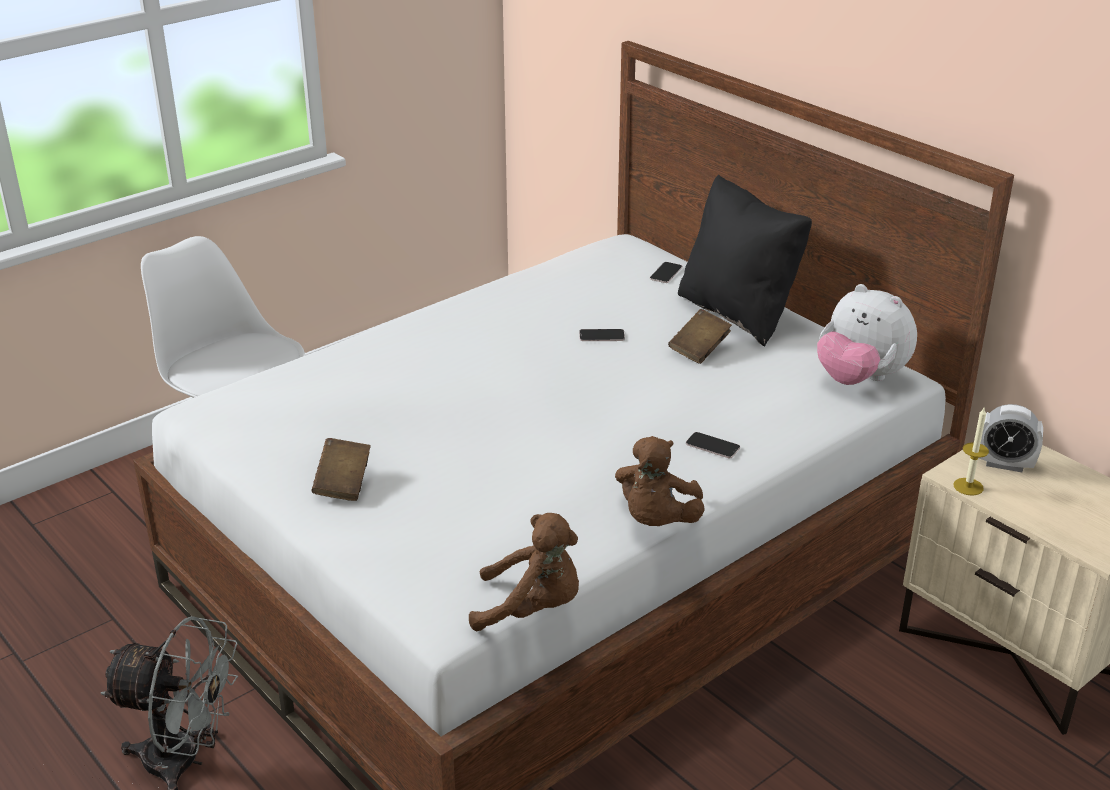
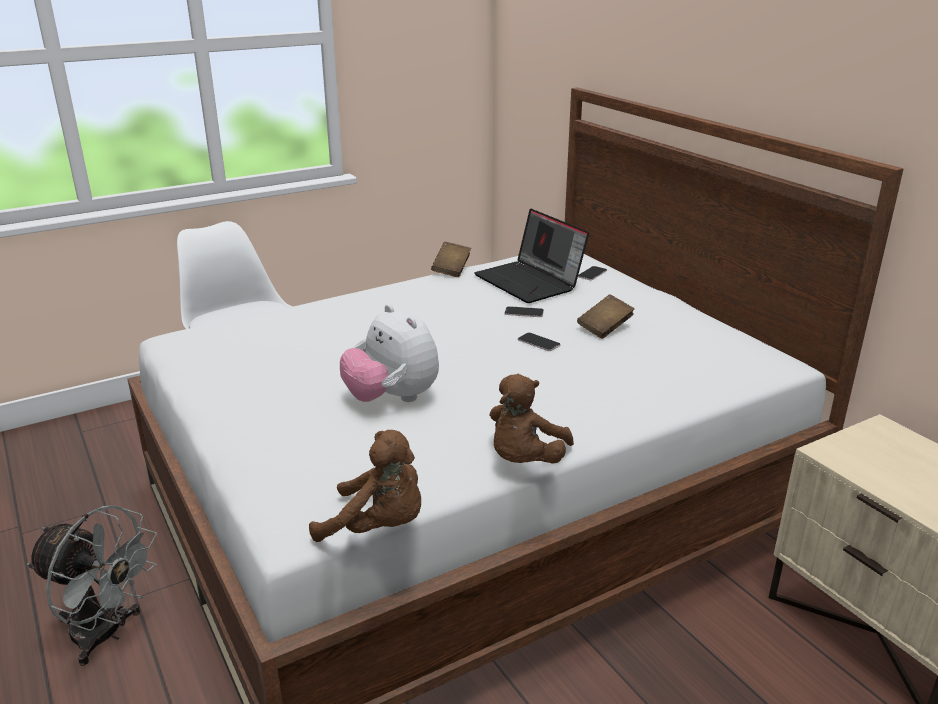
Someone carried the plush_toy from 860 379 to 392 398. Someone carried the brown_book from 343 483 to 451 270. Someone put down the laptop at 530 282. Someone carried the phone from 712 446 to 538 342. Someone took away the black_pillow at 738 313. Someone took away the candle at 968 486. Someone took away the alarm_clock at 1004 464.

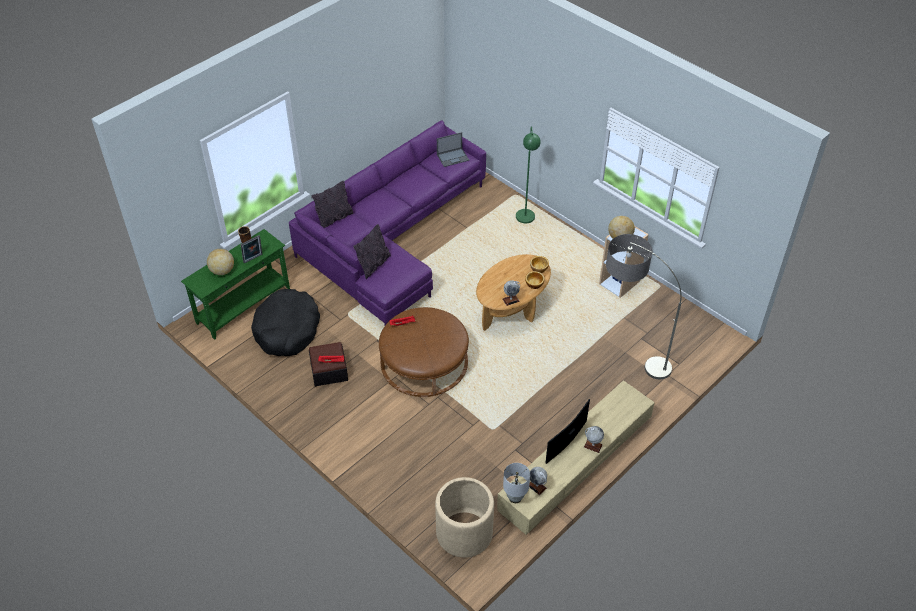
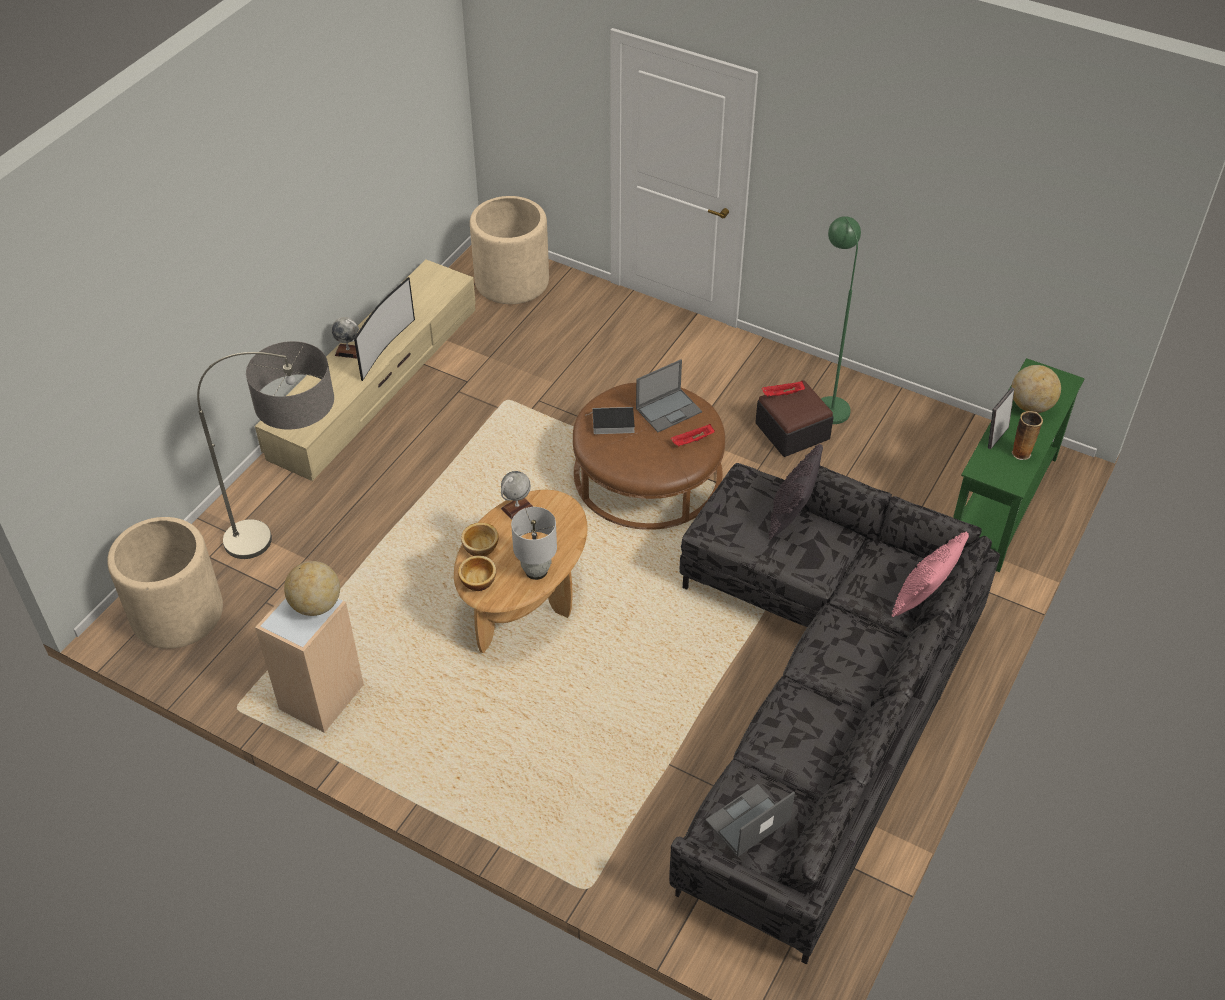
Someone put down the beige_planter at 177 613. Someone carried the white_table_lamp from 515 497 to 536 571. Someone put down the book at 611 423. Someone put down the laptop at 669 410. Someone repainted the purple_sofa at 390 238, which became the grey_sofa at 819 701. Someone carried the green_floor_lamp from 525 221 to 827 404. Someone repainted the black_pillow at 334 218, which became the pink_pillow at 922 598. Someone took away the black_dog_bed at 287 330. Someone took away the globe at 537 486.

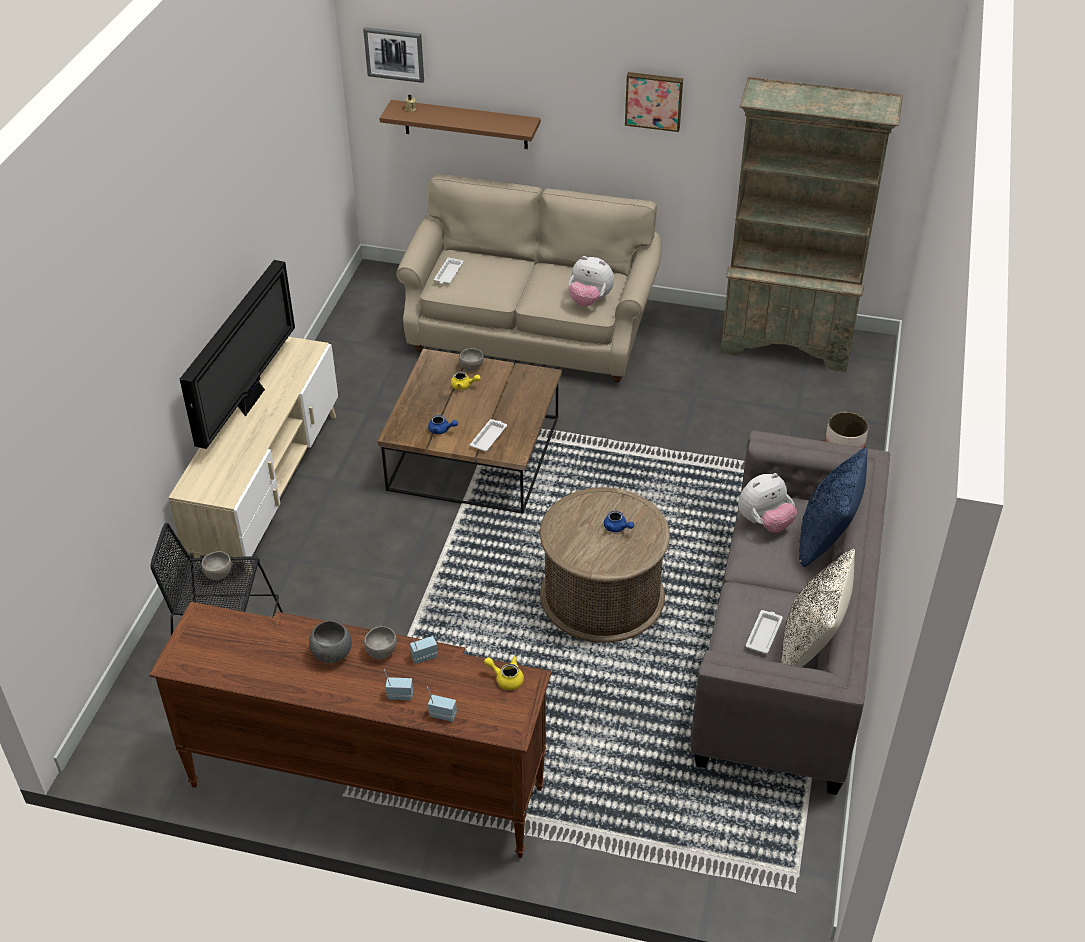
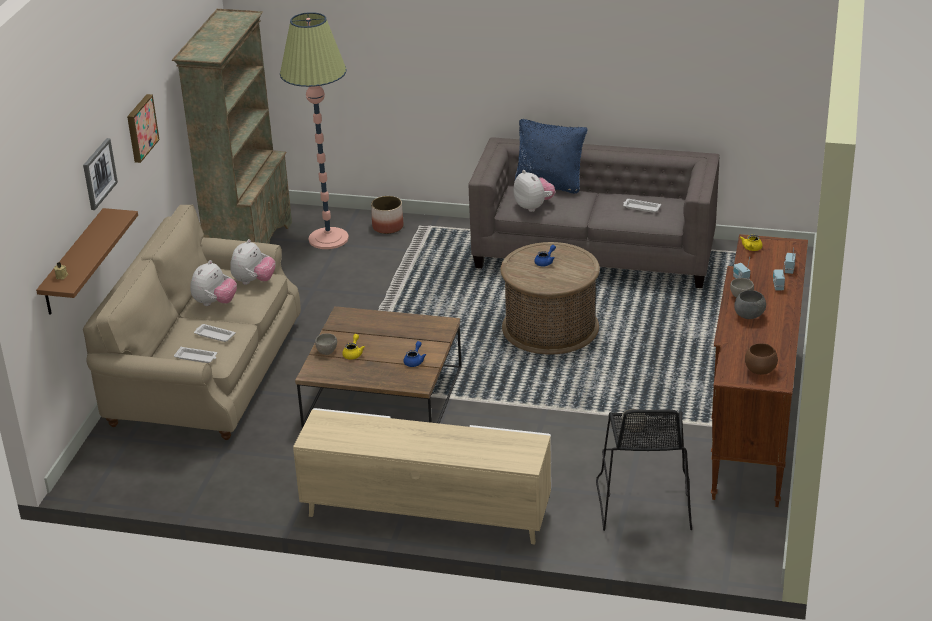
Someone carried the picture from 394 54 to 98 173. Someone put down the plush_toy at 215 303. Someone carried the white_tray from 489 437 to 214 335. Someone put down the floor_lamp at 328 239. Someone put down the brown_bowl at 760 370. Someone took away the television at 251 399. Someone took away the beige_pillow at 810 647.

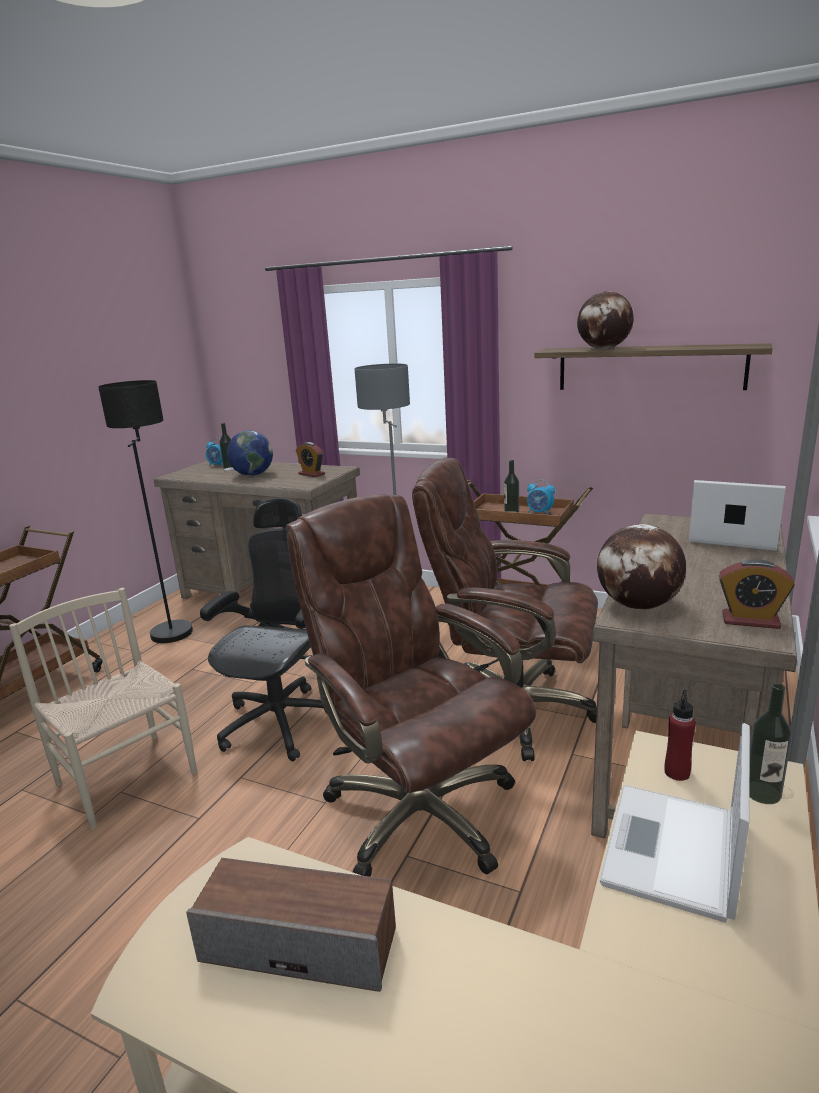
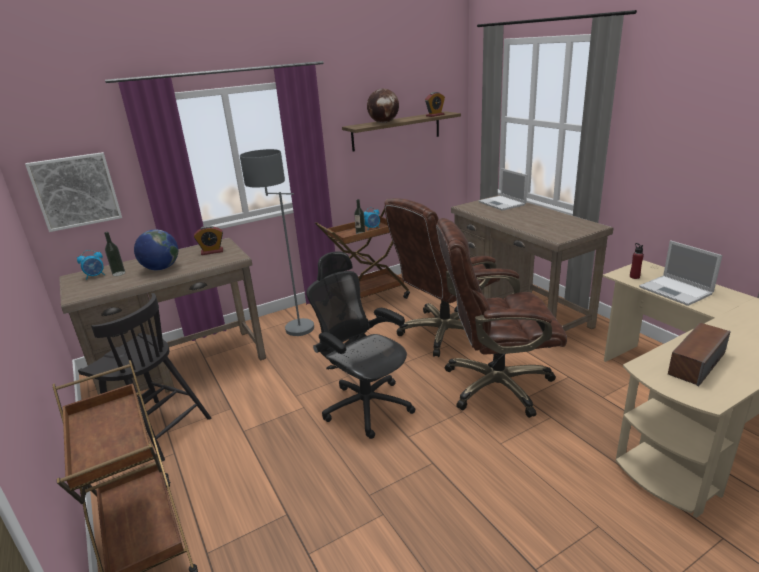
Someone put up the picture at 76 191. Someone swapped the black_floor_lamp at 174 628 for the black_chair at 157 428. Someone carried the alarm_clock from 750 620 to 435 115. Someone rotated the laptop at 731 537 by 90 degrees counterclockwise. Someone took away the beige_chair at 125 776. Someone took away the globe at 638 605. Someone took away the bottle at 762 793.

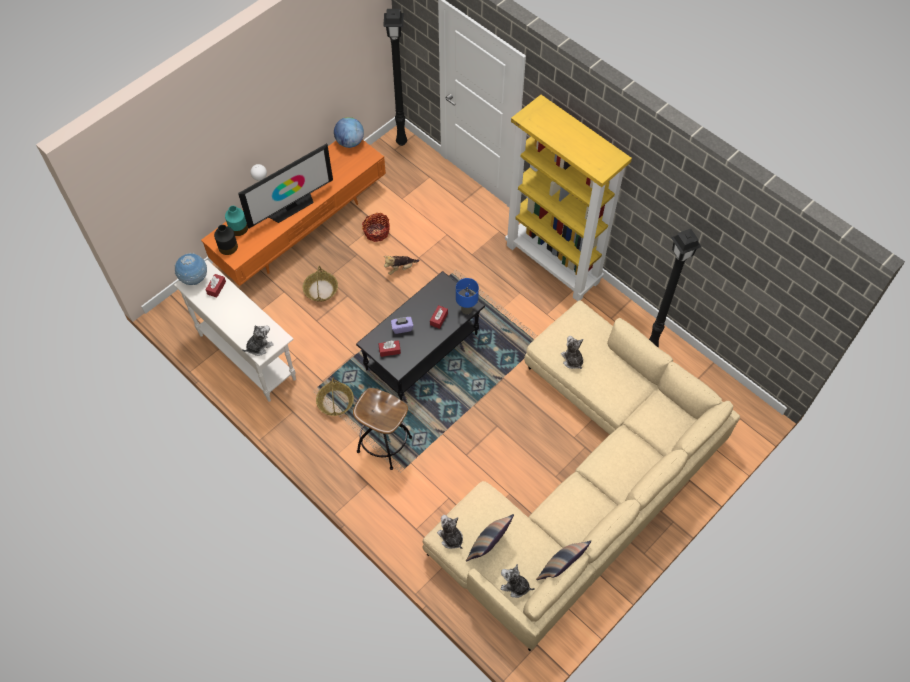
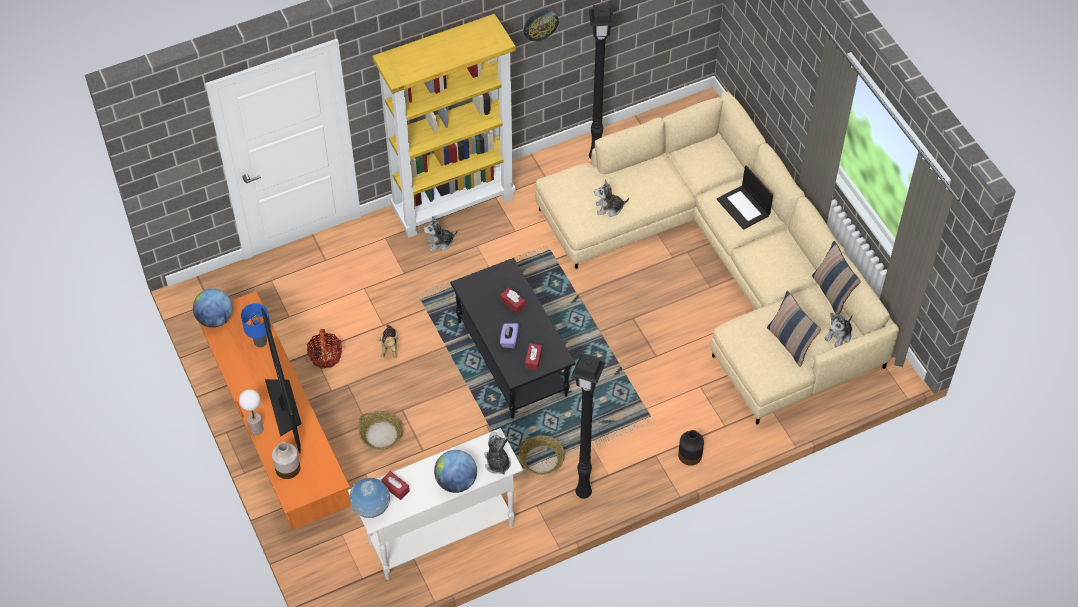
Someone carried the blue_table_lamp from 466 310 to 260 343. Someone repainted the turquoise_vase at 238 228, which became the beige_vase at 287 468. Someone carried the plush_toy from 450 537 to 440 243. Someone put down the globe at 456 481. Someone put up the wall_clock at 540 24. Someone carried the black_floor_lamp from 402 141 to 582 492. Someone carried the black_vase from 228 247 to 690 455. Someone put down the laptop at 744 207. Someone took away the brown_stool at 384 444.

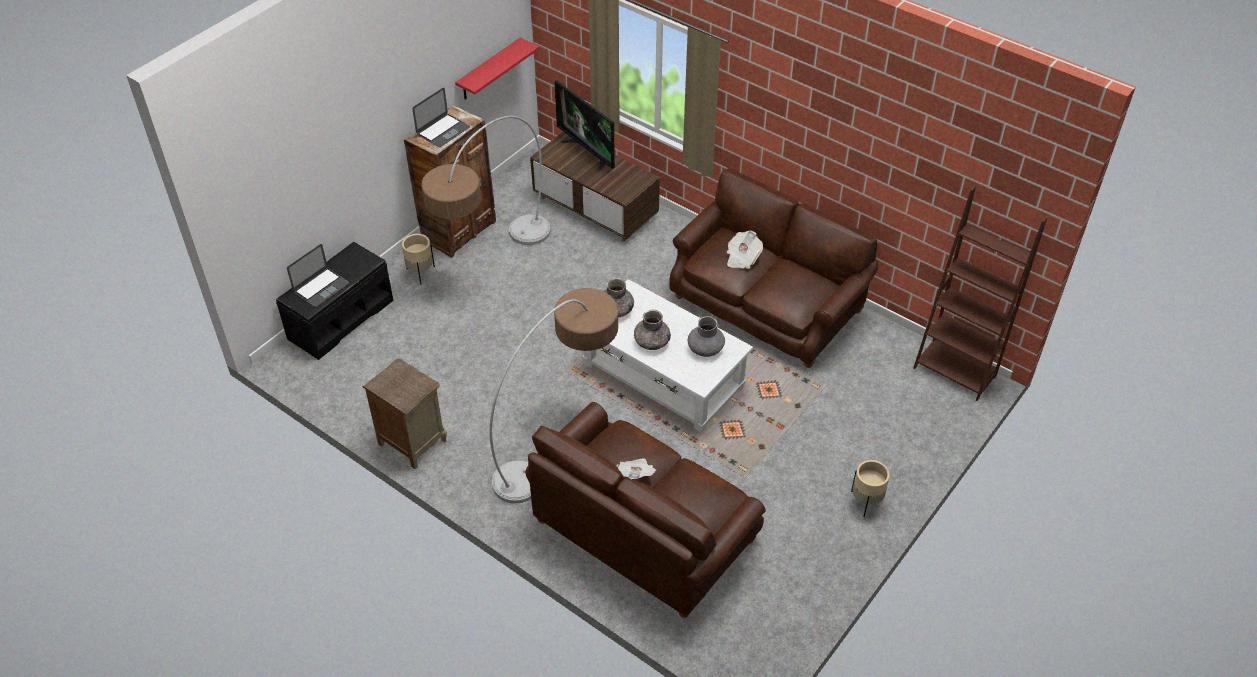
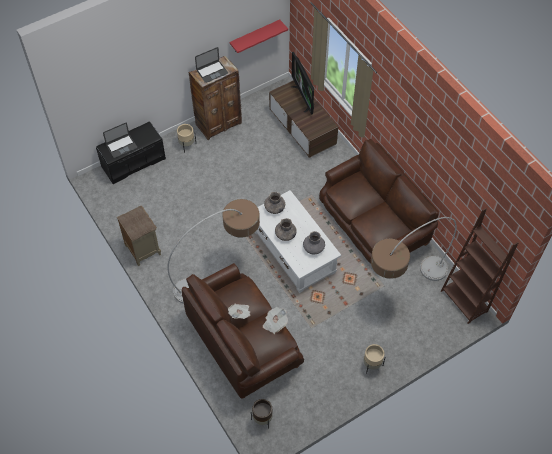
Someone put down the brown_planter at 262 419. Someone carried the newspaper from 742 258 to 274 323. Someone carried the floor_lamp from 491 262 to 403 286.

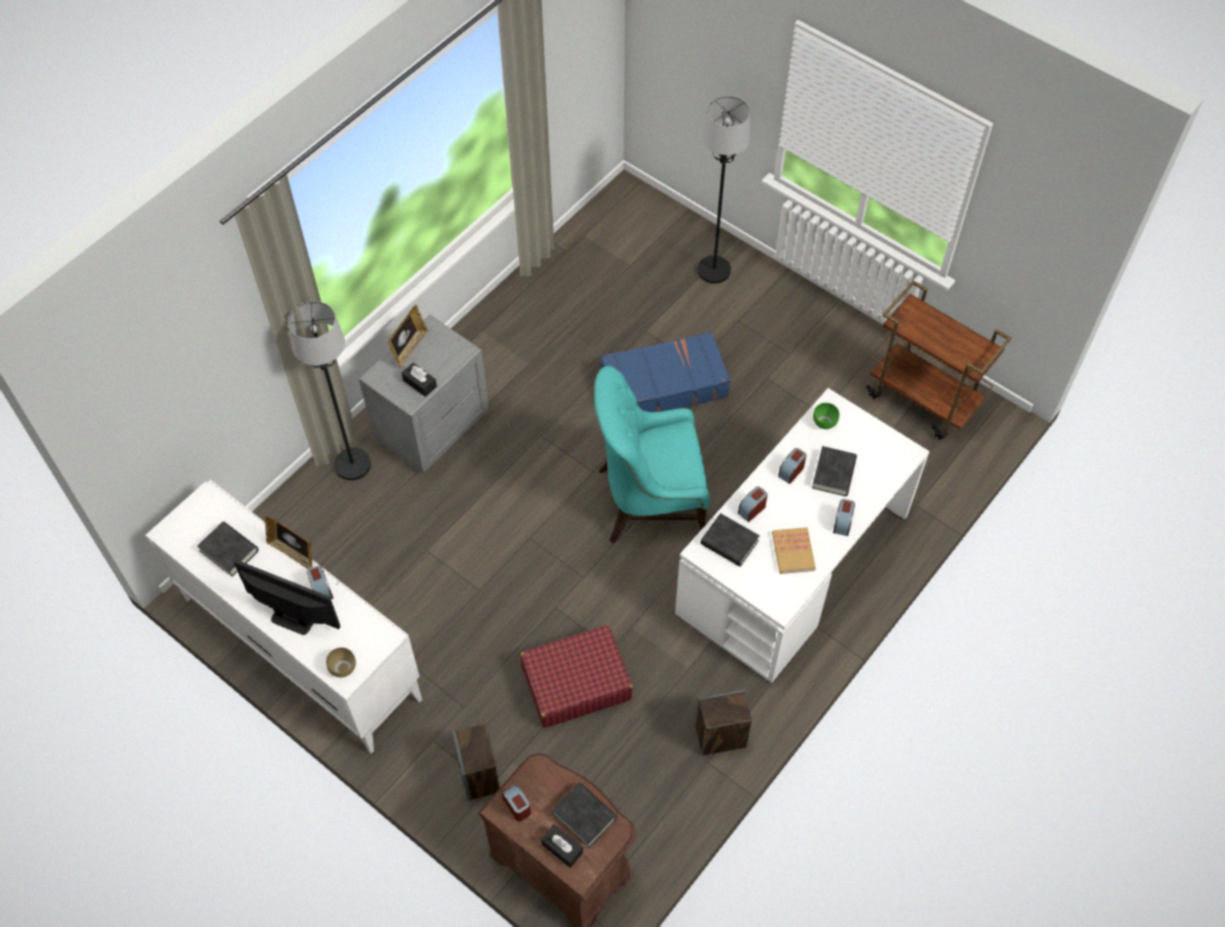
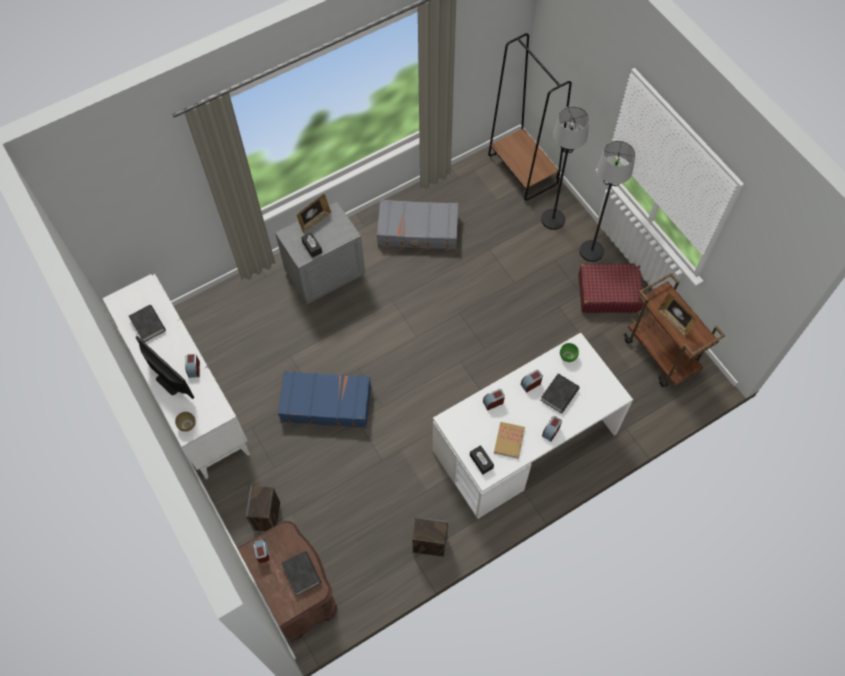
Someone carried the blue_suitcase from 663 385 to 326 403. Someone put down the grey_suitcase at 418 231. Someone carried the black_tissue_box from 562 848 to 481 461. Someone put down the clothes_rack at 523 170. Someone carried the red_suitcase from 576 682 to 608 293. Someone carried the black_floor_lamp from 353 464 to 591 251. Someone carried the picture_frame from 293 553 to 674 321. Someone took away the turquoise_chair at 649 499. Someone took away the black_book at 729 543.

